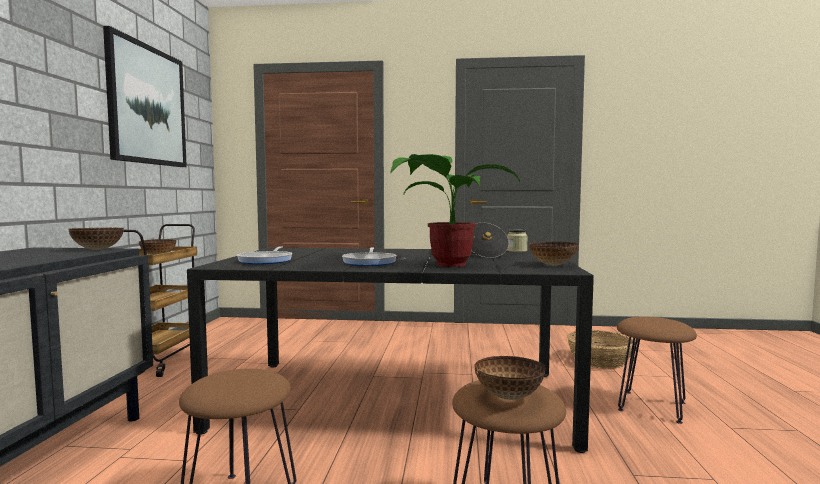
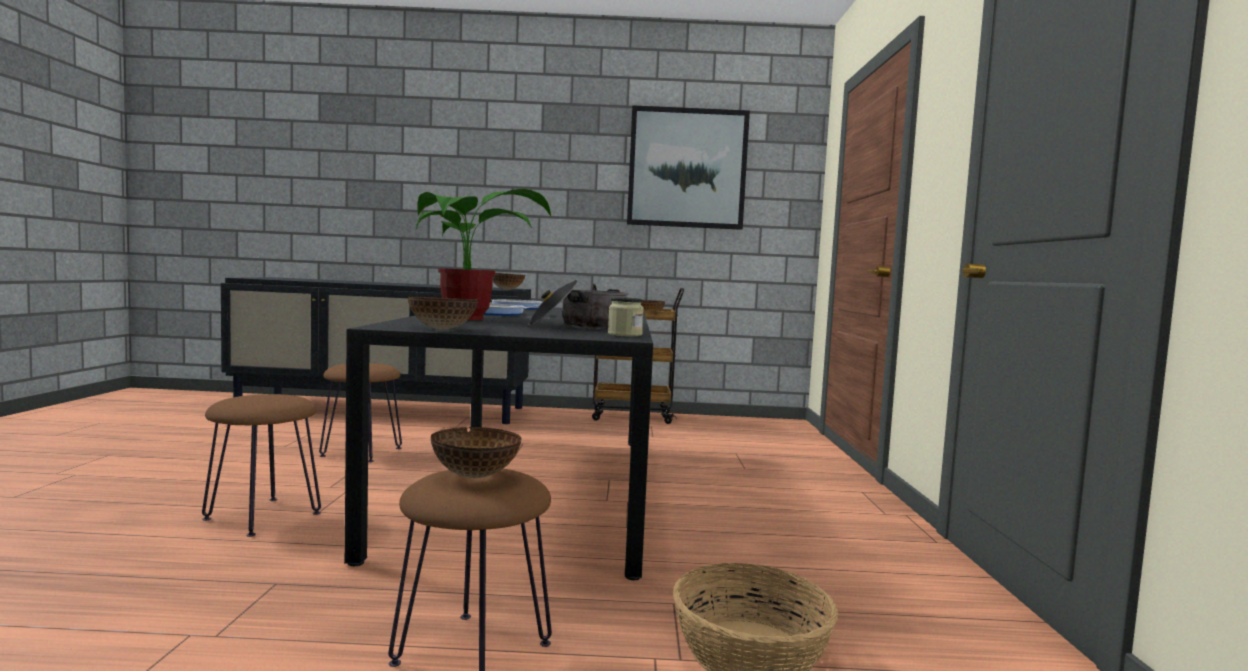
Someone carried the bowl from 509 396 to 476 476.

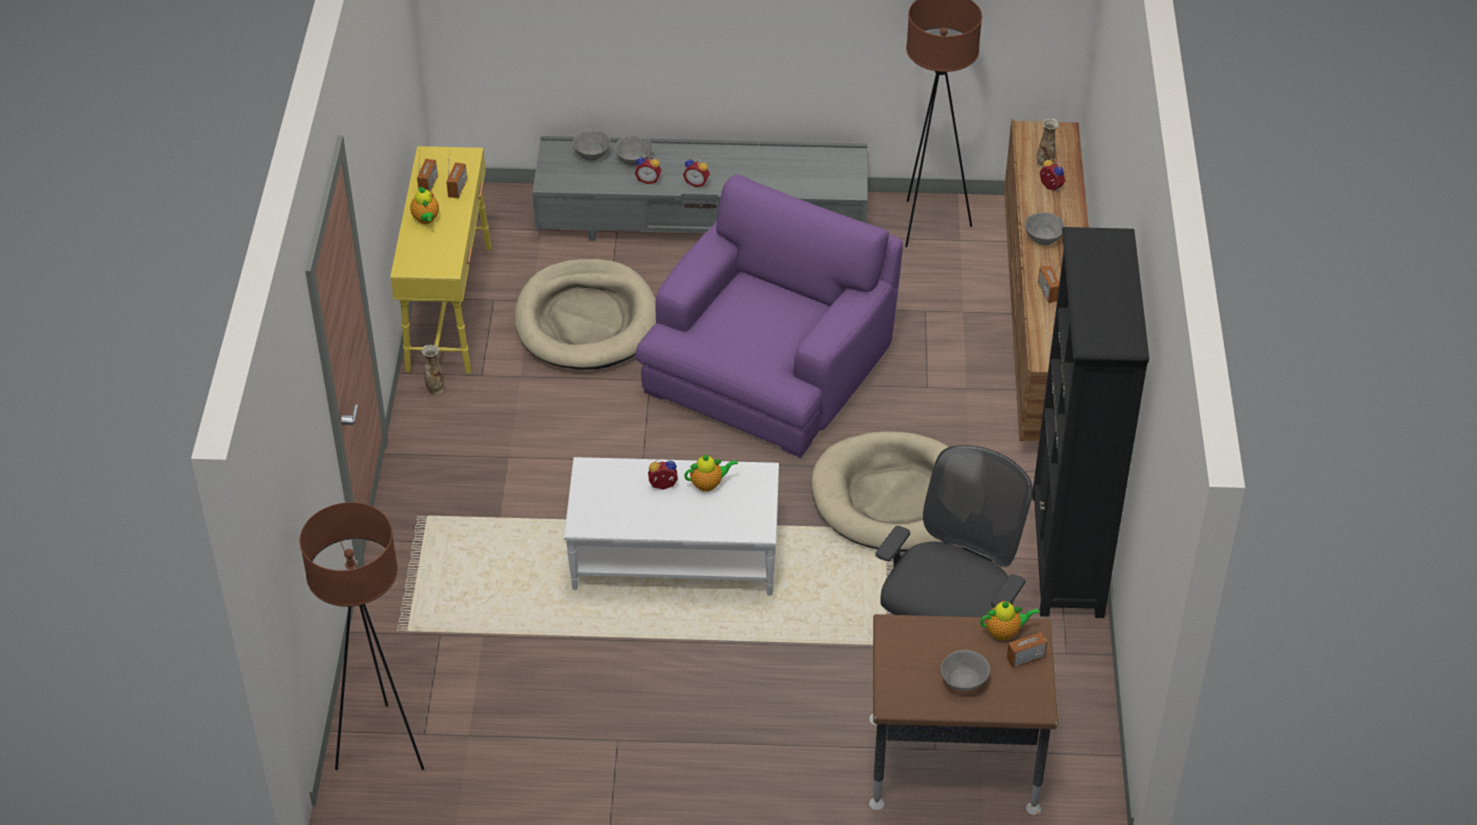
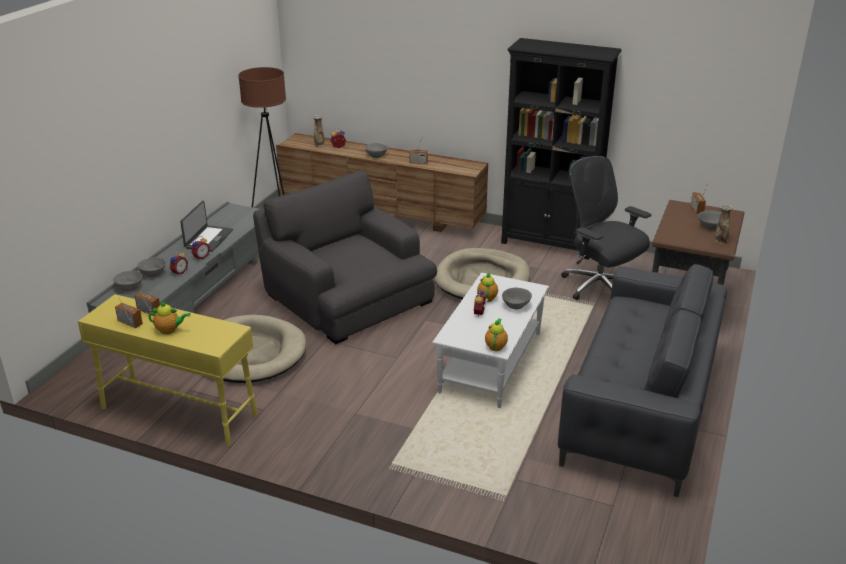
Someone put down the laptop at 208 239. Someone repainted the purple_armchair at 769 366, which became the grey_armchair at 347 297. Someone carried the teapot from 1005 632 to 496 346. Someone put down the grey_bowl at 515 305. Someone put down the grey_sofa at 641 407. Someone carried the vase from 435 389 to 720 241. Someone took away the brown_floor_lamp at 382 746.

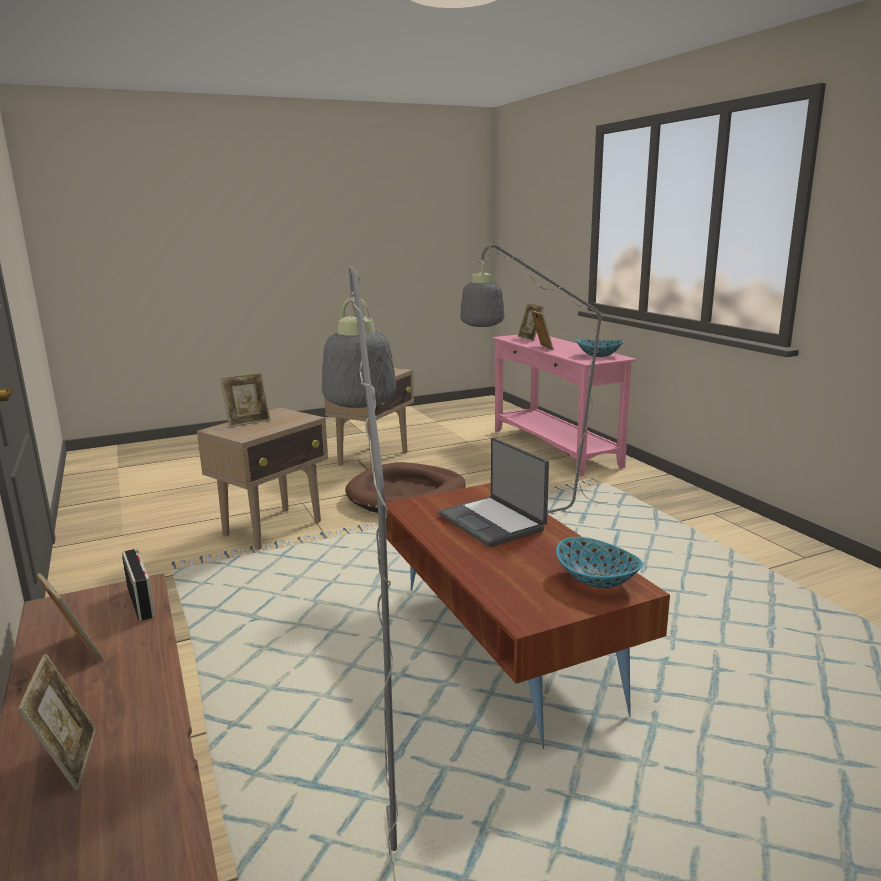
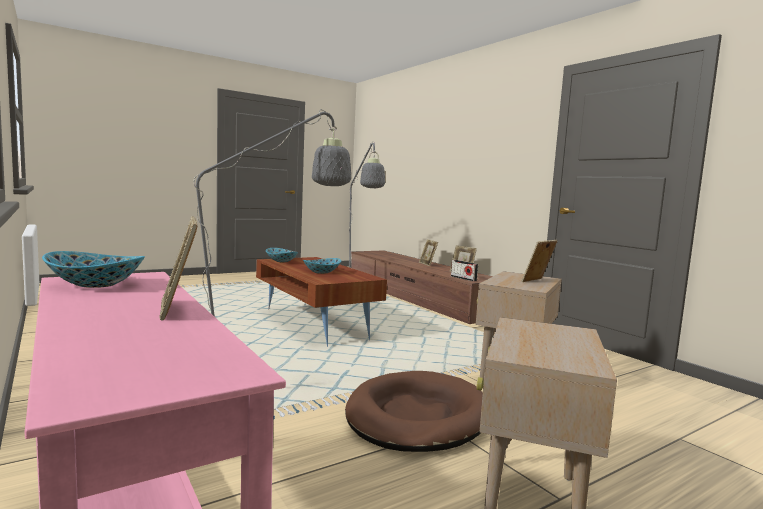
Someone swapped the laptop at 493 522 for the bowl at 321 272. Someone took away the picture_frame at 530 338.

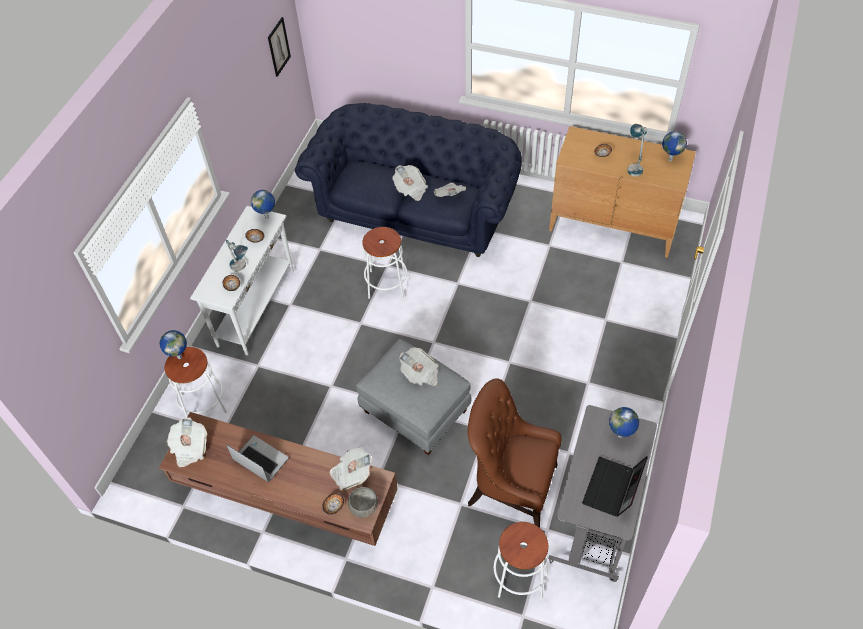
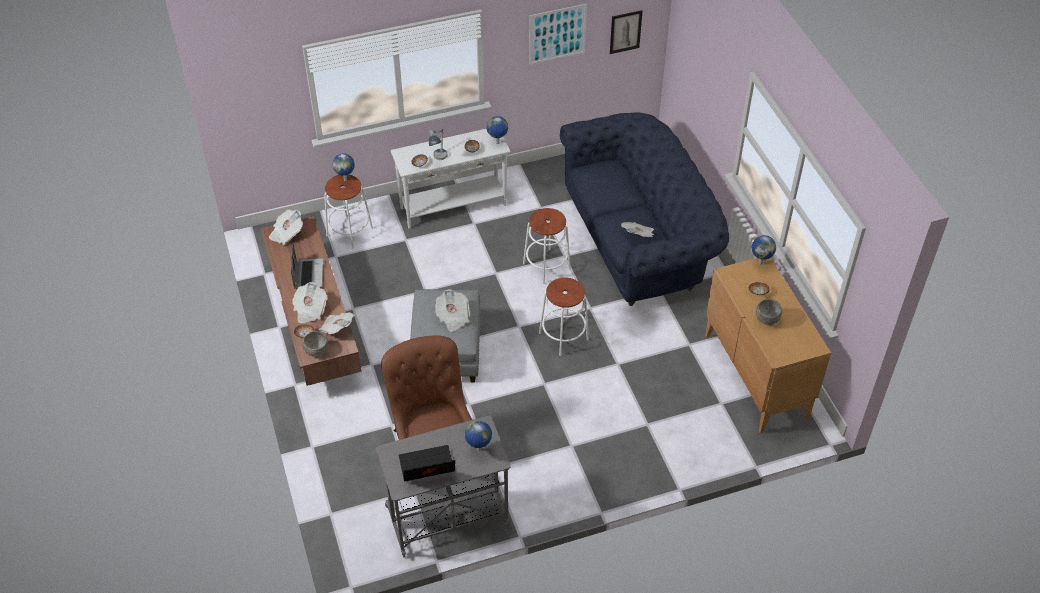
Someone carried the newspaper from 410 189 to 309 310. Someone put up the picture at 557 34. Someone carried the white_stool from 519 576 to 563 336. Someone carried the globe from 670 159 to 760 263. Someone swapped the table_lamp at 633 166 for the grey_bowl at 766 319.

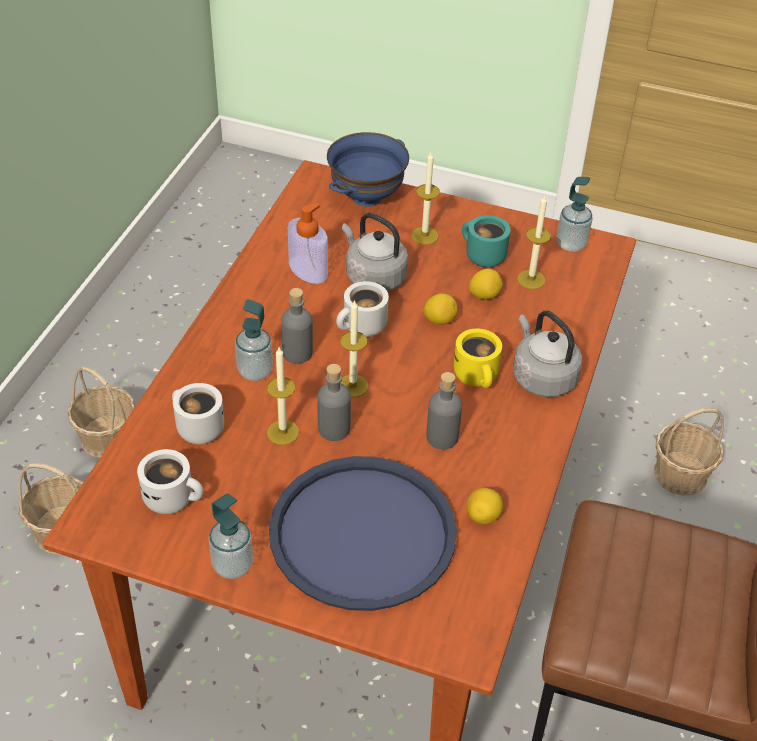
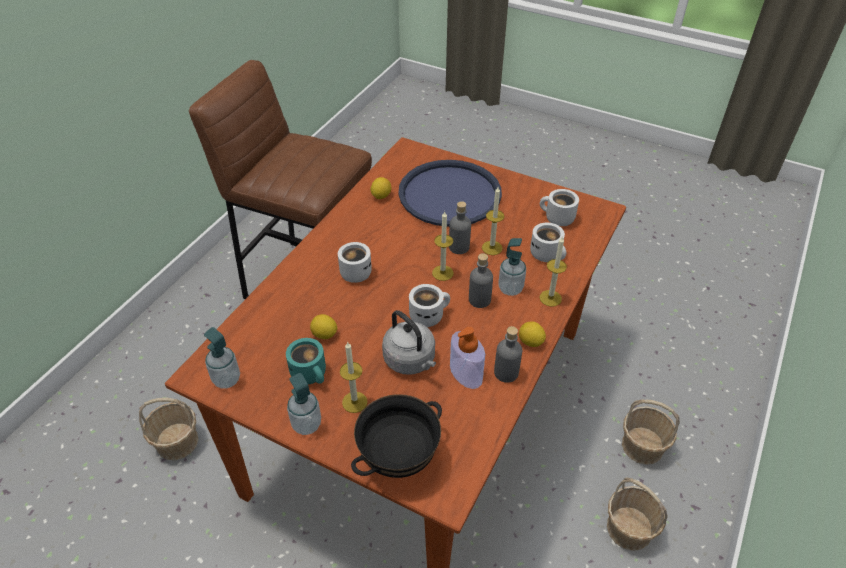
Someone carried the soap_dispenser from 232 565 to 306 424. Someone repainted the yellow_mug at 478 376, which became the white_mug at 354 272. Someone repainted the blue_bowl at 366 197, which became the black_bowl at 399 459. Someone carried the grey_bottle from 442 437 to 506 372. Someone carried the lemon from 439 320 to 530 342. Someone carried the candle from 531 279 to 550 298. Someone took away the grey_kettle at 541 377.

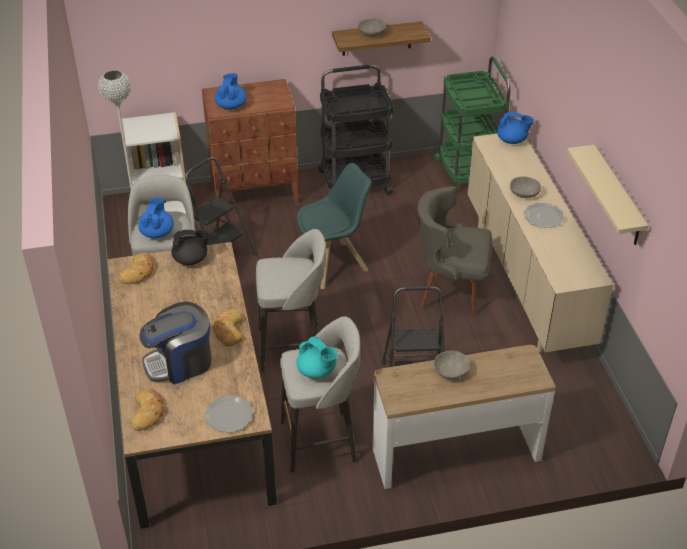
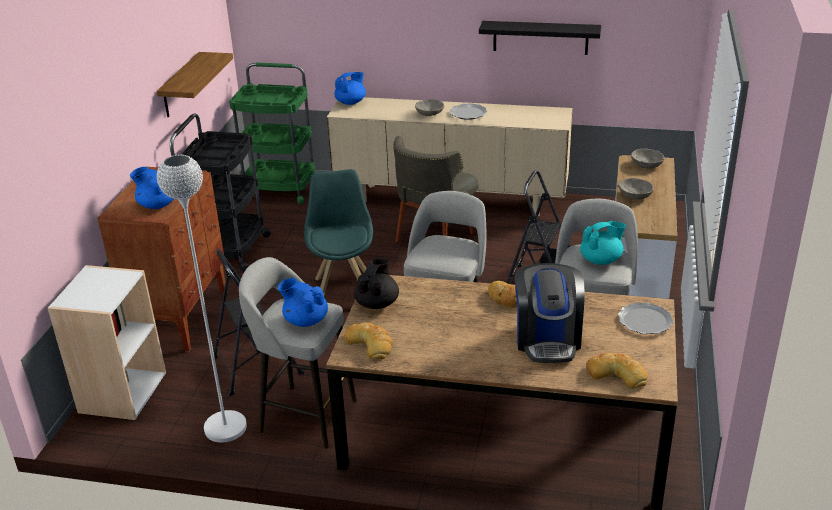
Someone repainted the beige_shelf at 617 197, which became the black_shelf at 540 37. Someone carried the grey_bowl from 371 33 to 646 165.

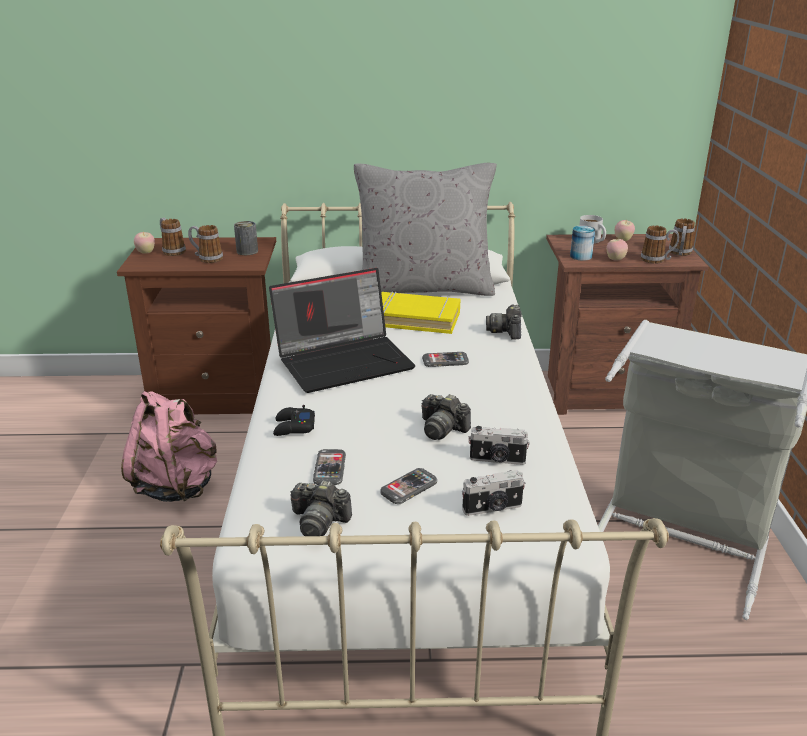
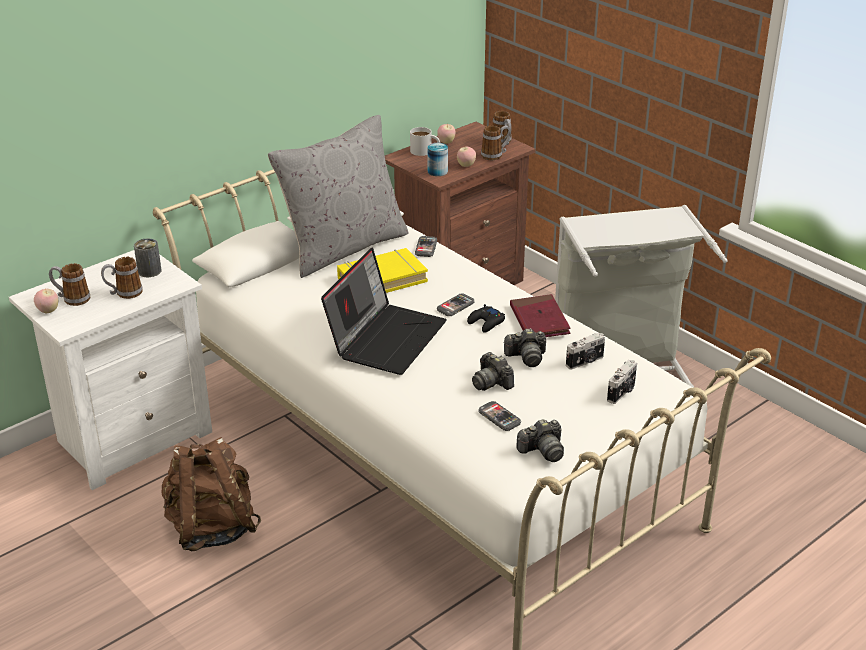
Someone repainted the brown_nightstand at 220 398, which became the white_nightstand at 131 437. Someone repainted the pink_backpack at 176 485, which became the brown_backpack at 211 528. Someone carried the phone from 409 488 to 426 247. Someone carried the black_game_controller from 293 427 to 486 323. Someone carried the photo_camera from 506 331 to 491 382. Someone put down the red_book at 539 320.

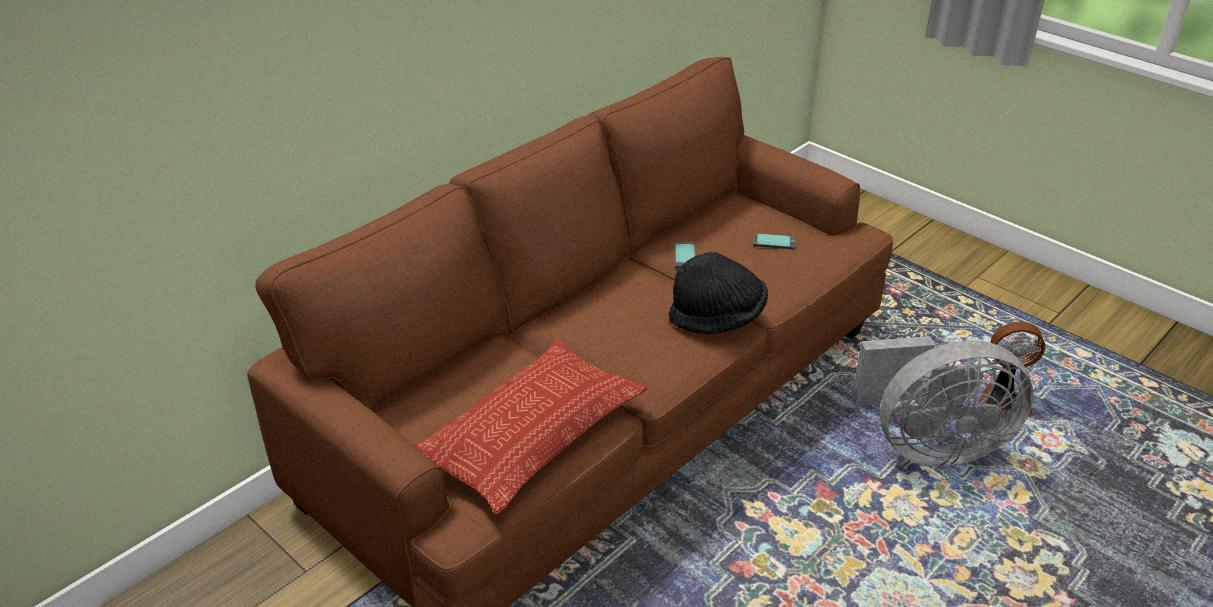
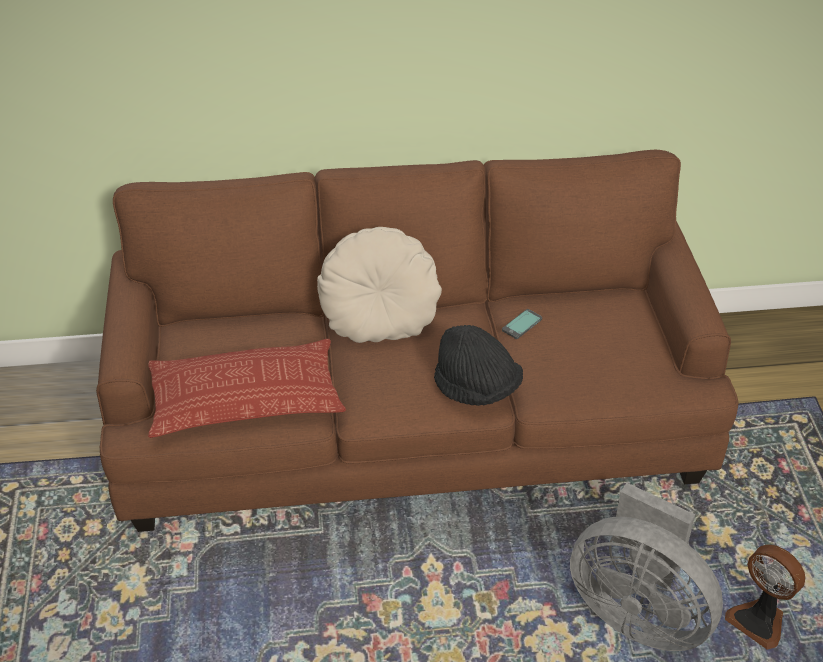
Someone put down the beige_pillow at 380 327. Someone took away the phone at 774 242.

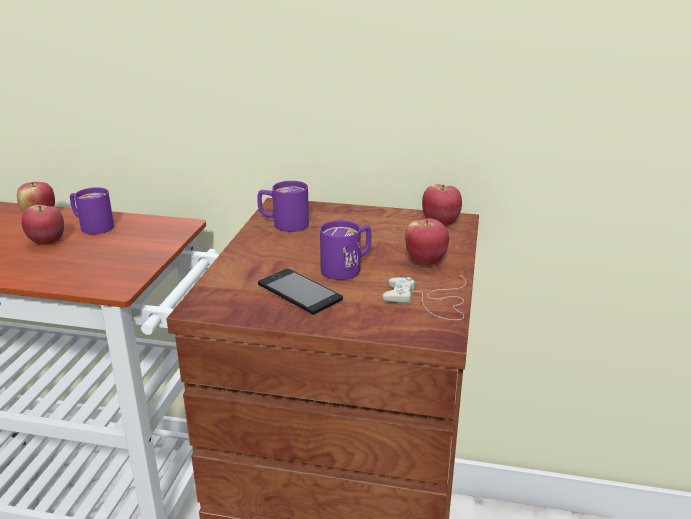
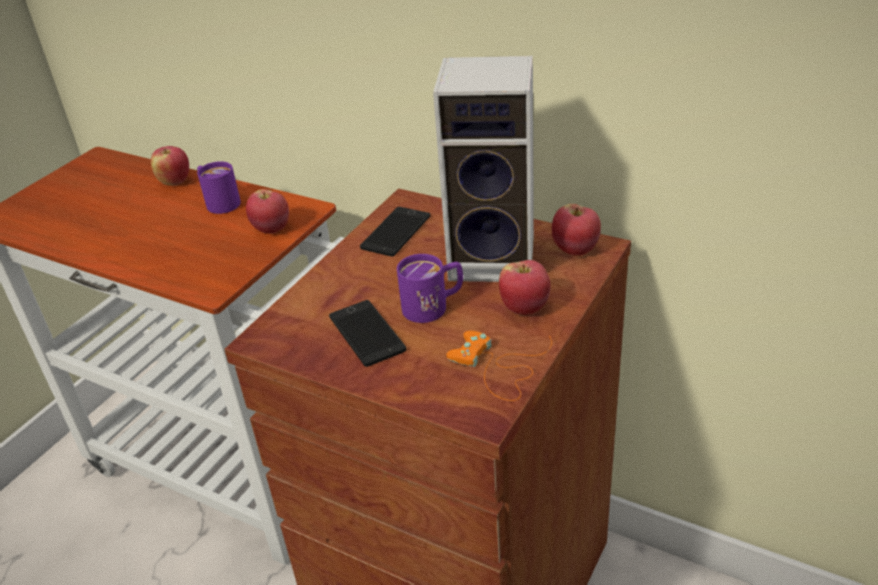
Someone carried the apple from 47 242 to 271 229. Someone swapped the purple_mug at 283 224 for the phone at 396 232. Someone put down the speaker at 496 258. Someone repainted the white_game_controller at 430 301, which became the orange_game_controller at 498 368.

